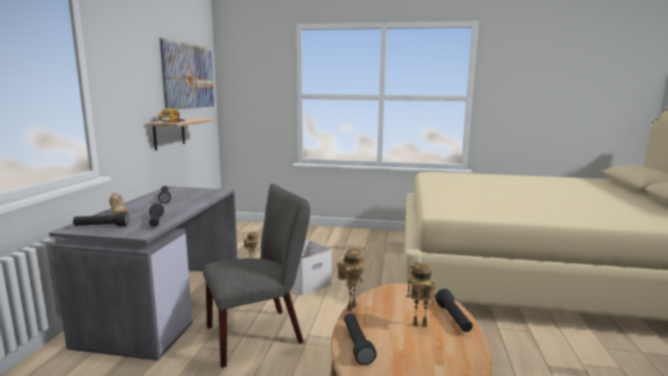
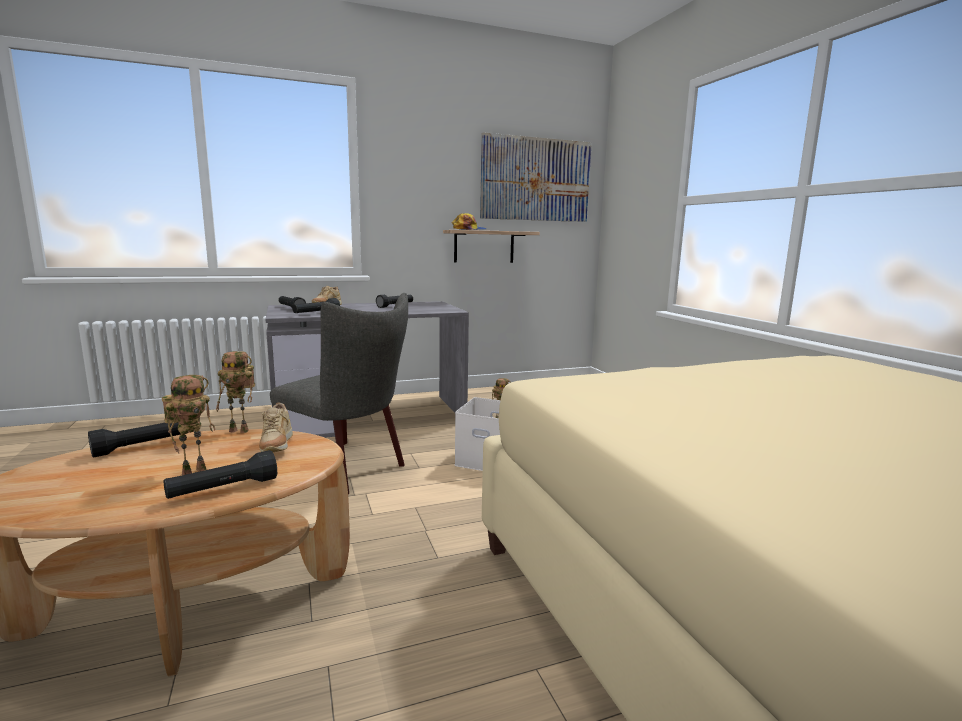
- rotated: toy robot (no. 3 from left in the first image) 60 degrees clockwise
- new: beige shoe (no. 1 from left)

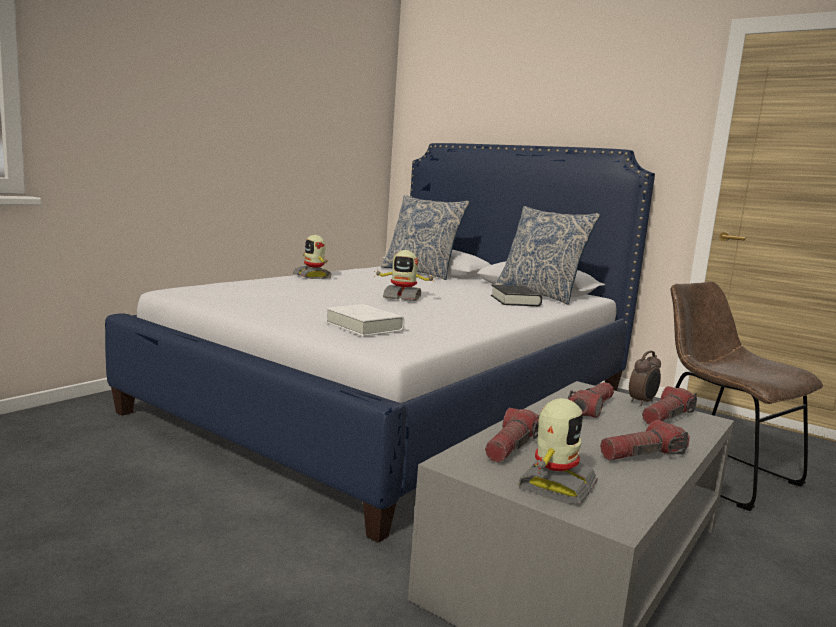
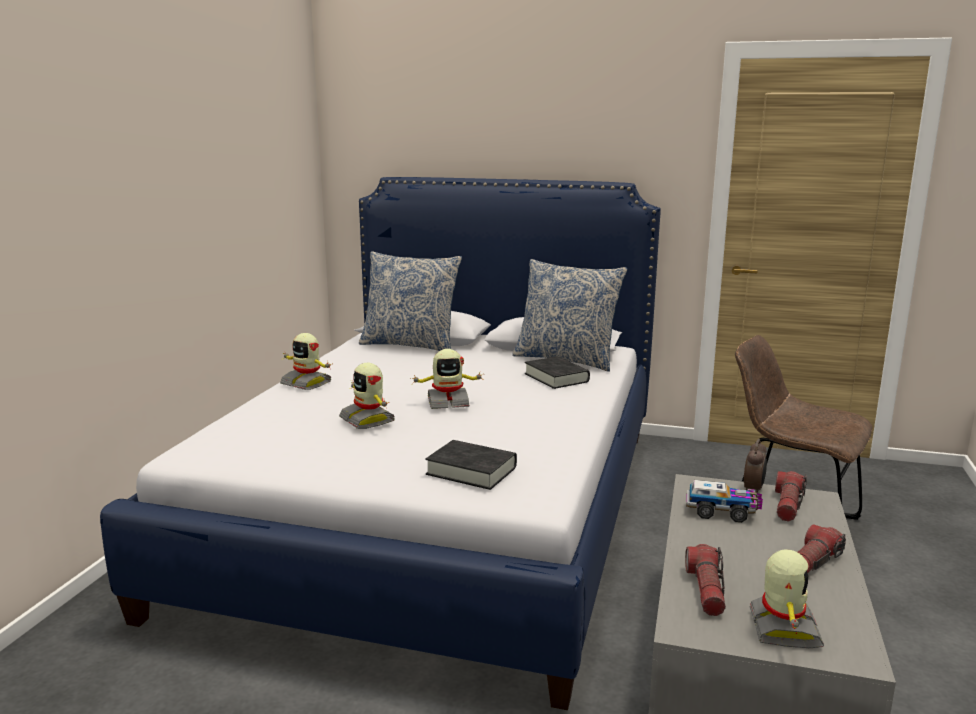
- new: toy robot (no. 2 from left)
- repainted: white book to black book (no. 1 from left)
- swapped: flashlight (no. 2 from left) to toy truck

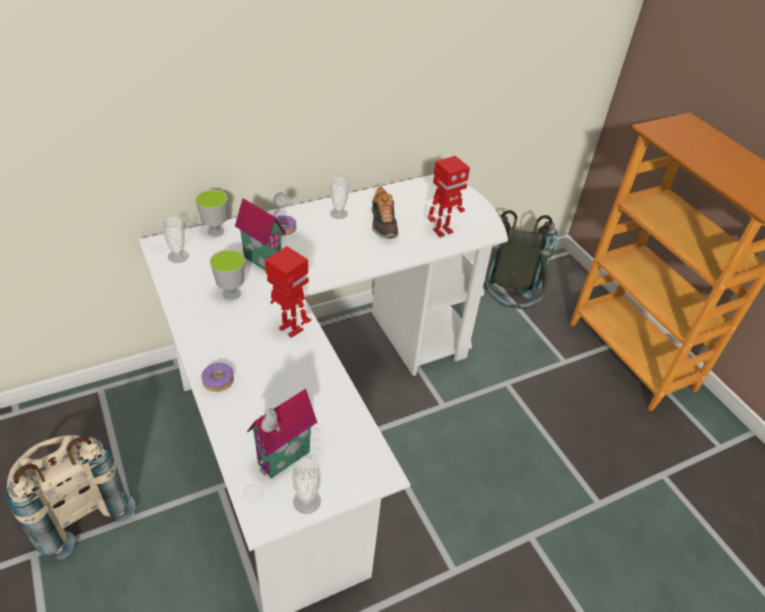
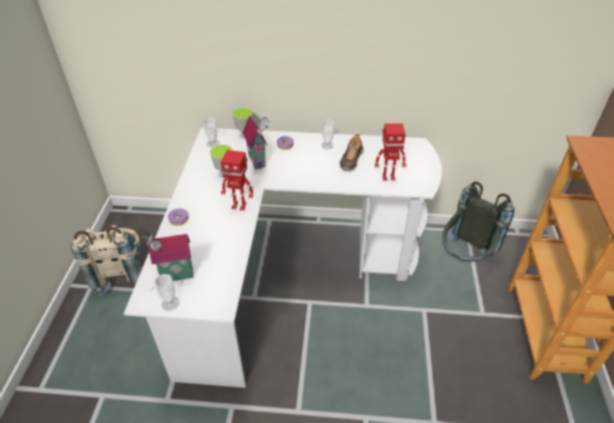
- rotated: toy robot (no. 1 from left) 120 degrees clockwise

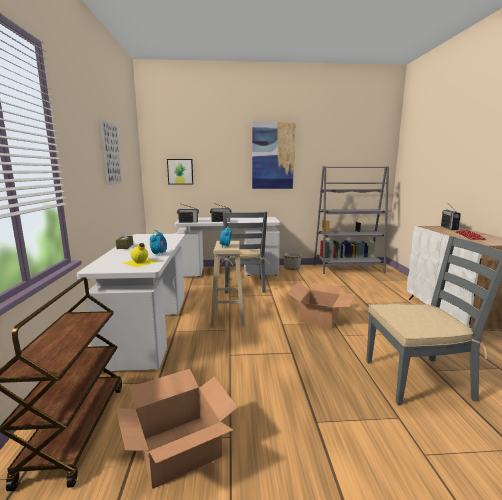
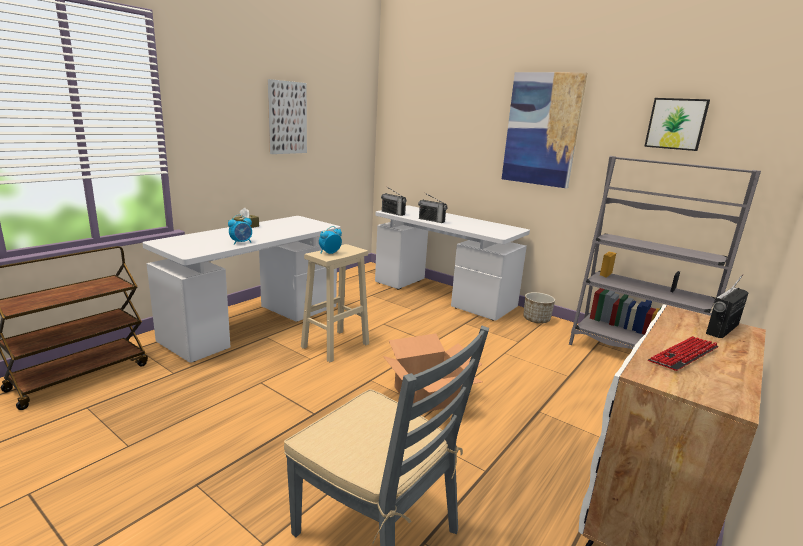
- shifted: picture (no. 2 from left in the first image) to picture (no. 3 from left)
- gone: cardboard box (no. 1 from left)
- gone: yellow bottle
- gone: grey chair (no. 1 from left)

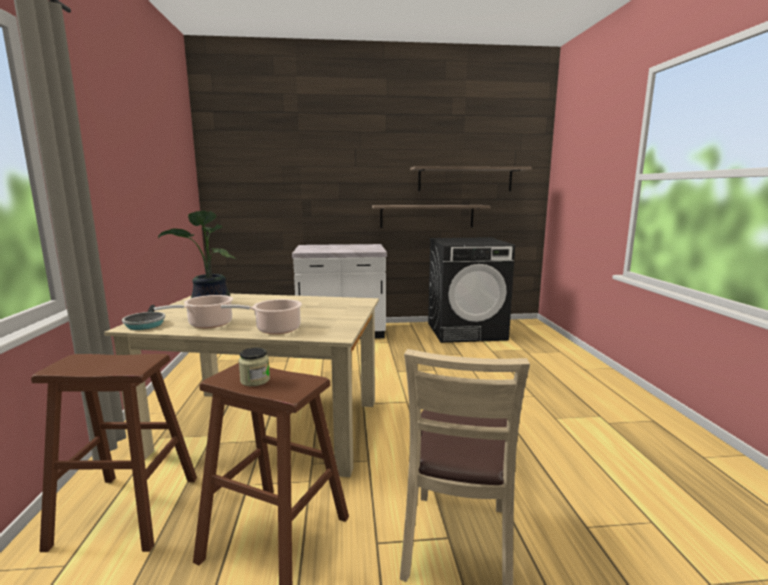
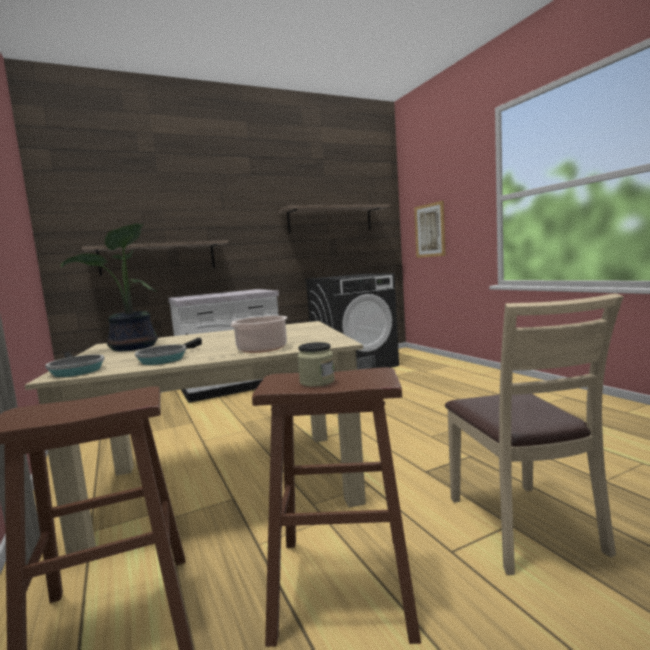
- shifted: shelf (no. 1 from left)
- swapped: cooking pot (no. 1 from left) to frying pan (no. 2 from left)
- new: picture

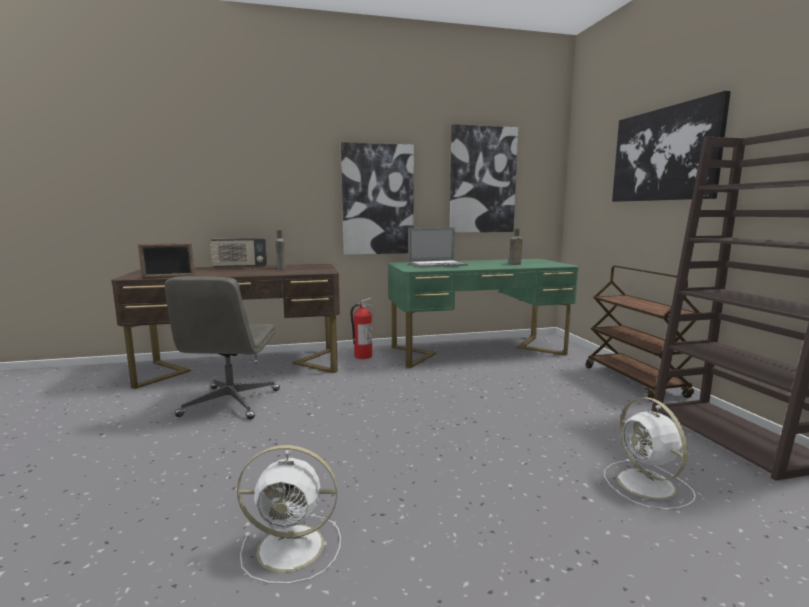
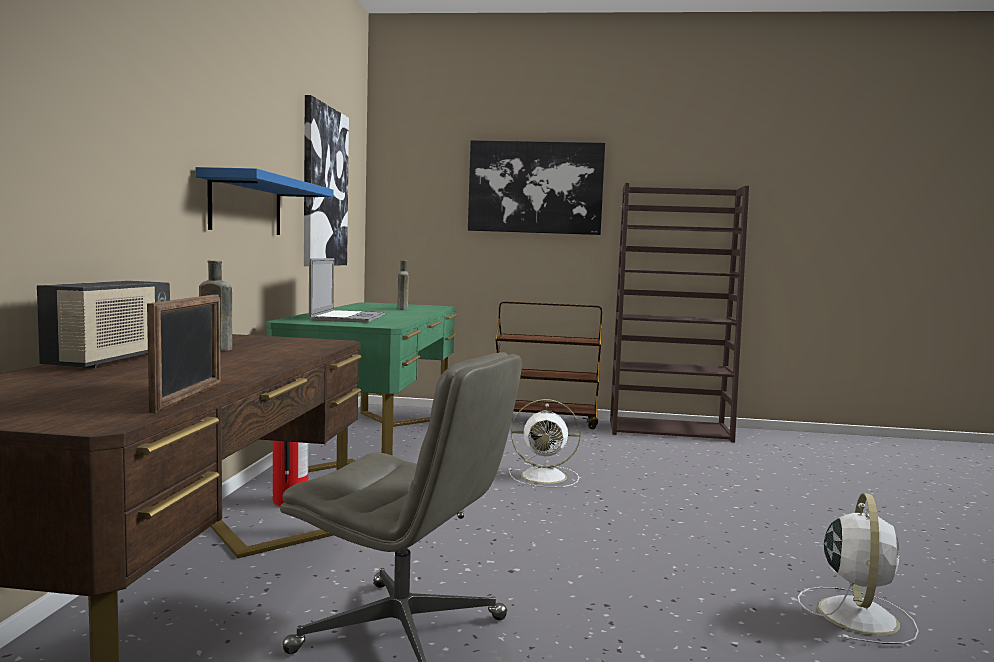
- swapped: picture (no. 1 from left) to blue shelf
- shifted: white fan (no. 2 from left in the first image) to white fan (no. 1 from left)

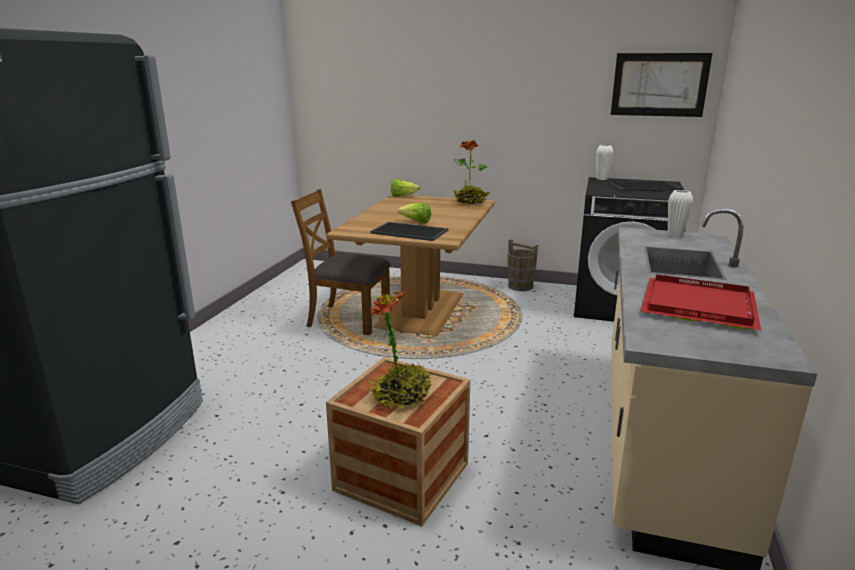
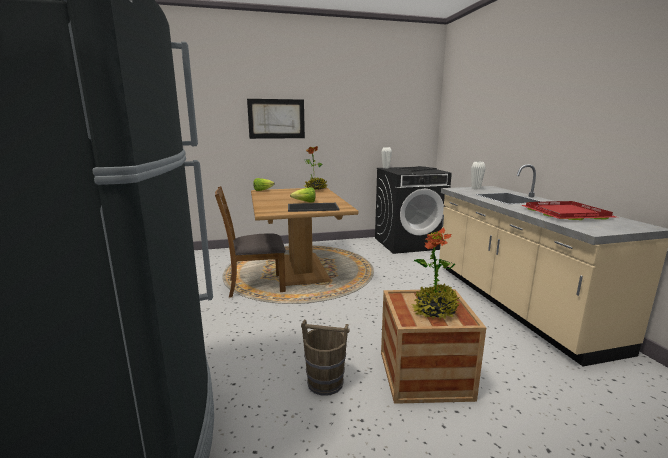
- shifted: picture
- shifted: brown bucket

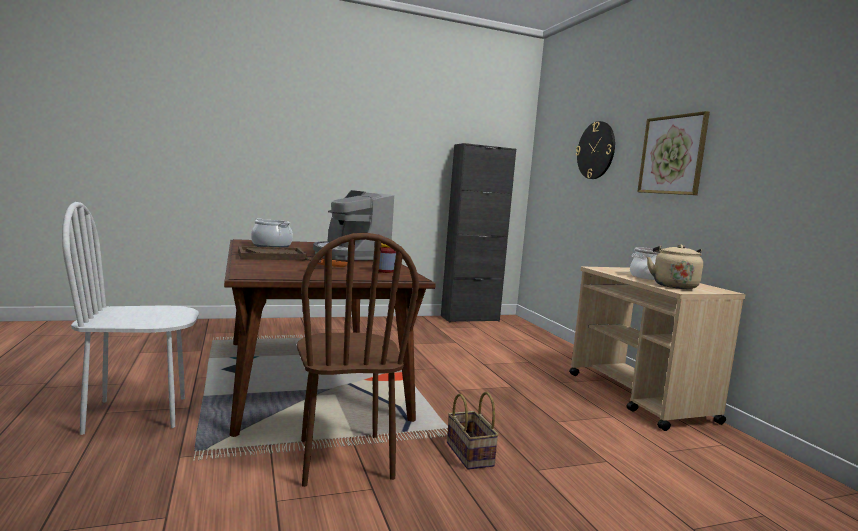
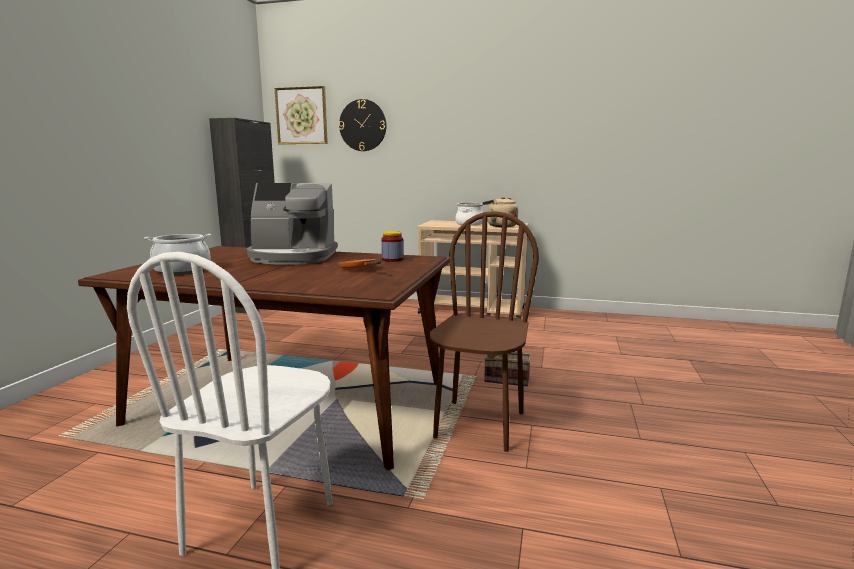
- shifted: picture
- rotated: brown chair 90 degrees counterclockwise
- gone: brown tray

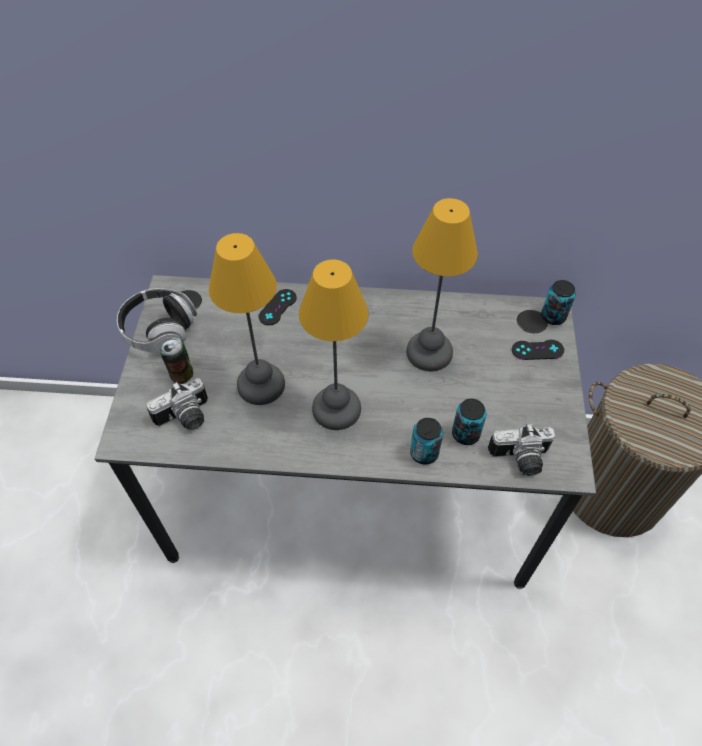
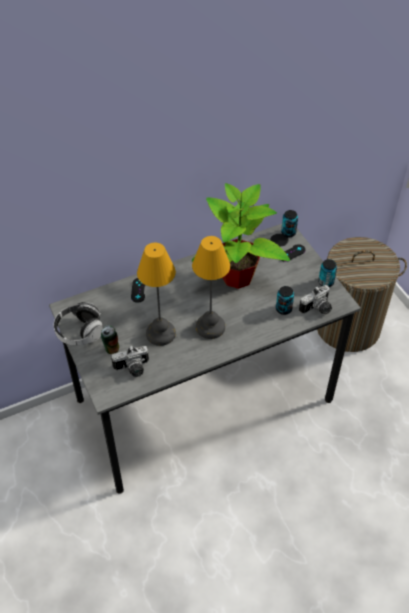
- rotated: photo camera (no. 1 from left) 45 degrees clockwise
- swapped: table lamp (no. 3 from left) to potted plant
- shifted: can (no. 2 from left in the first image) to can (no. 4 from left)

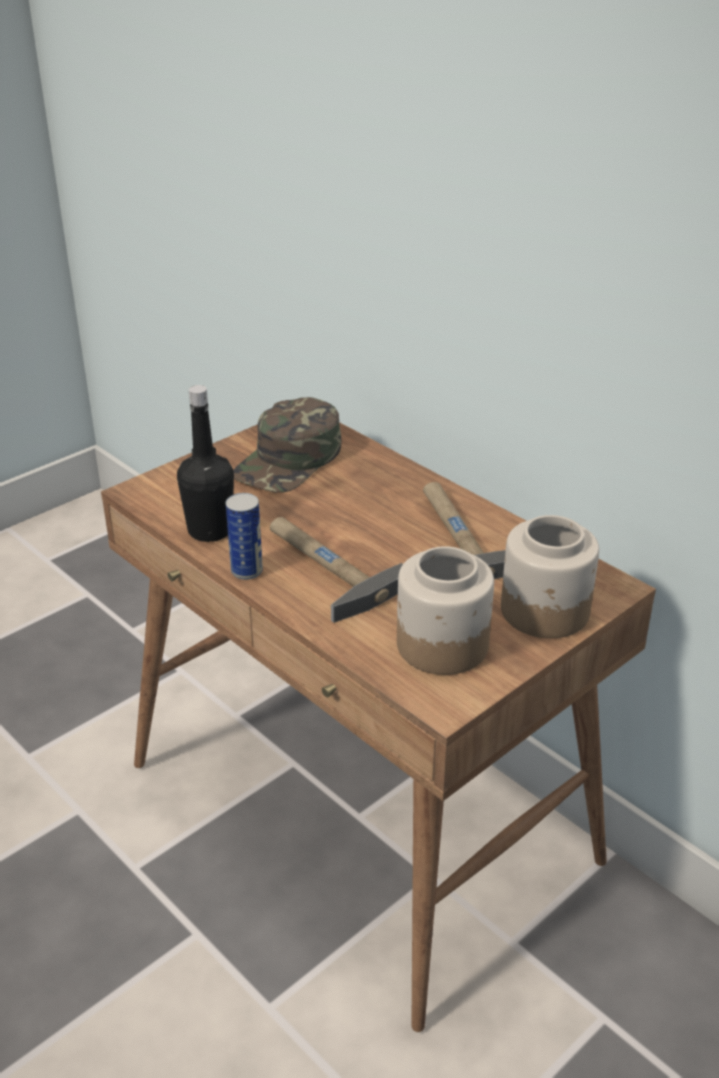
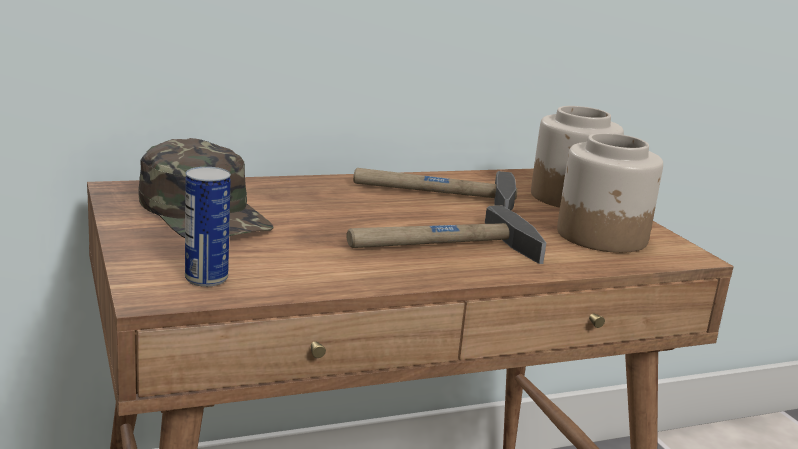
- shifted: can
- gone: black bottle

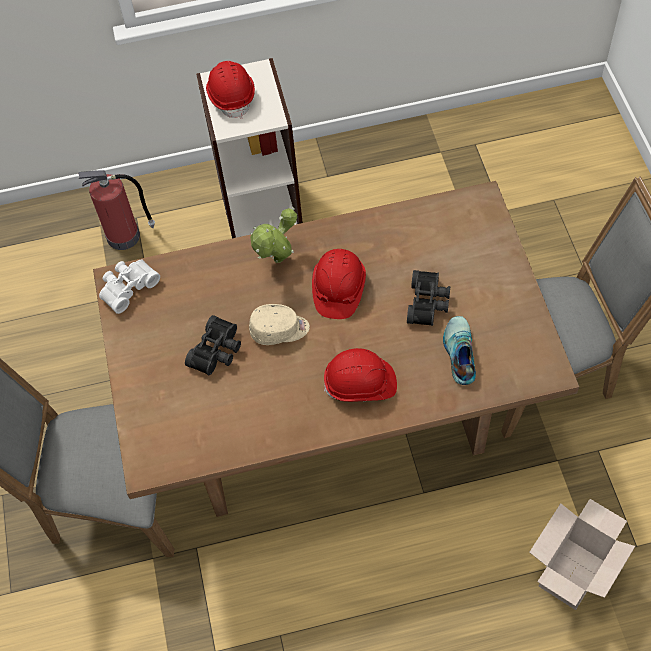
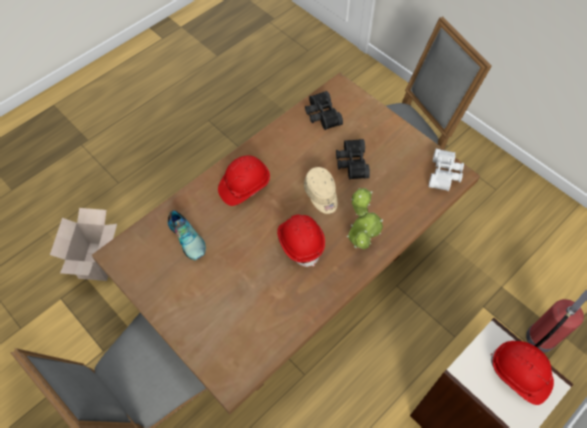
- rotated: beige cap 75 degrees counterclockwise
- shifted: black binoculars (no. 2 from left in the first image) to black binoculars (no. 1 from left)

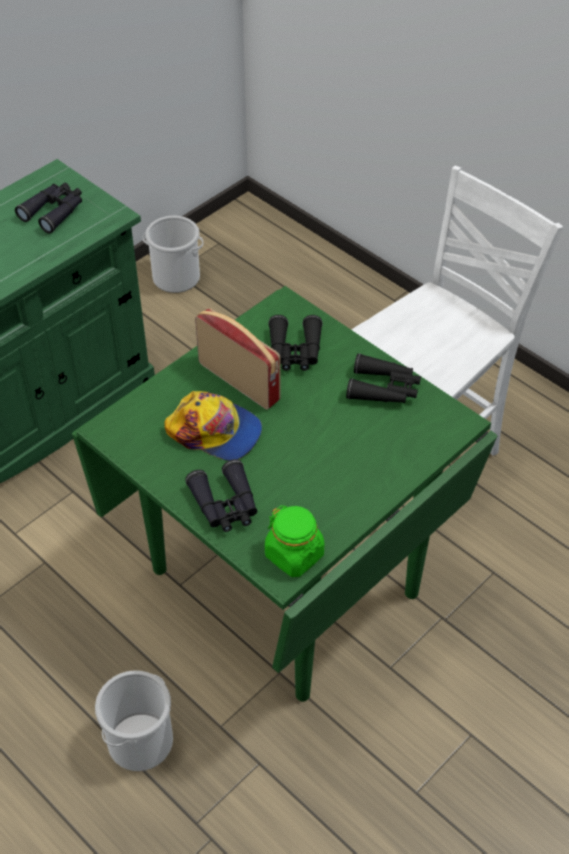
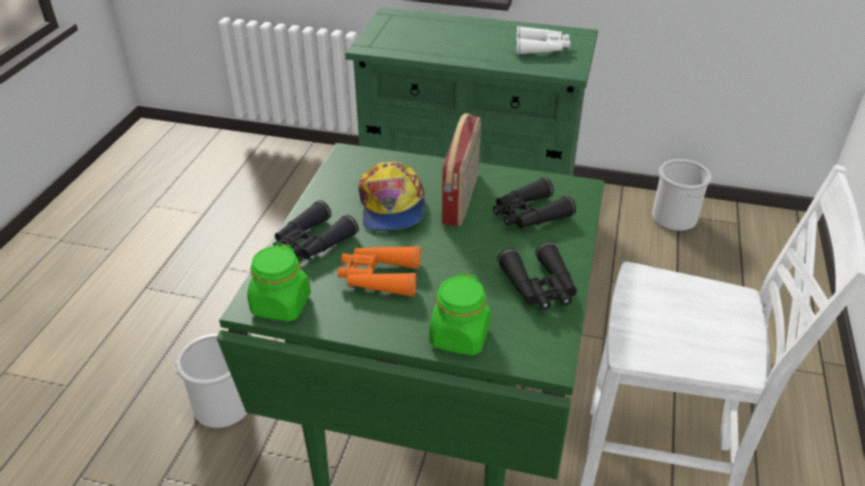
- new: orange binoculars
- new: green jar (no. 2 from left)
- repainted: black binoculars (no. 1 from left) to white binoculars

